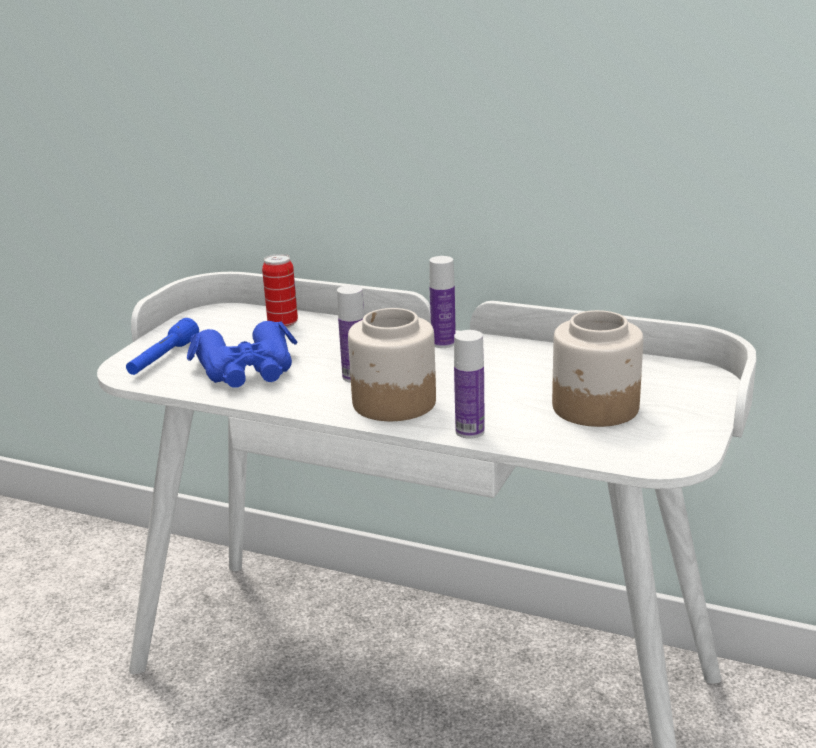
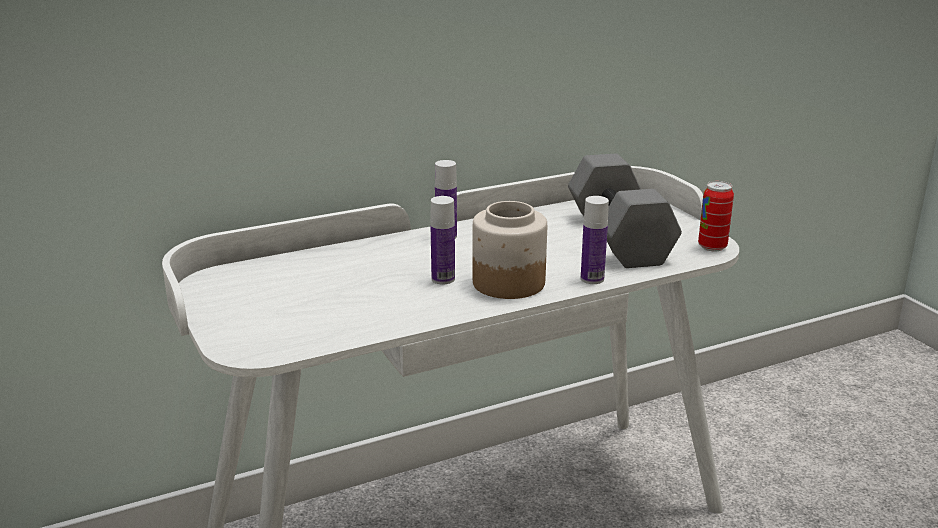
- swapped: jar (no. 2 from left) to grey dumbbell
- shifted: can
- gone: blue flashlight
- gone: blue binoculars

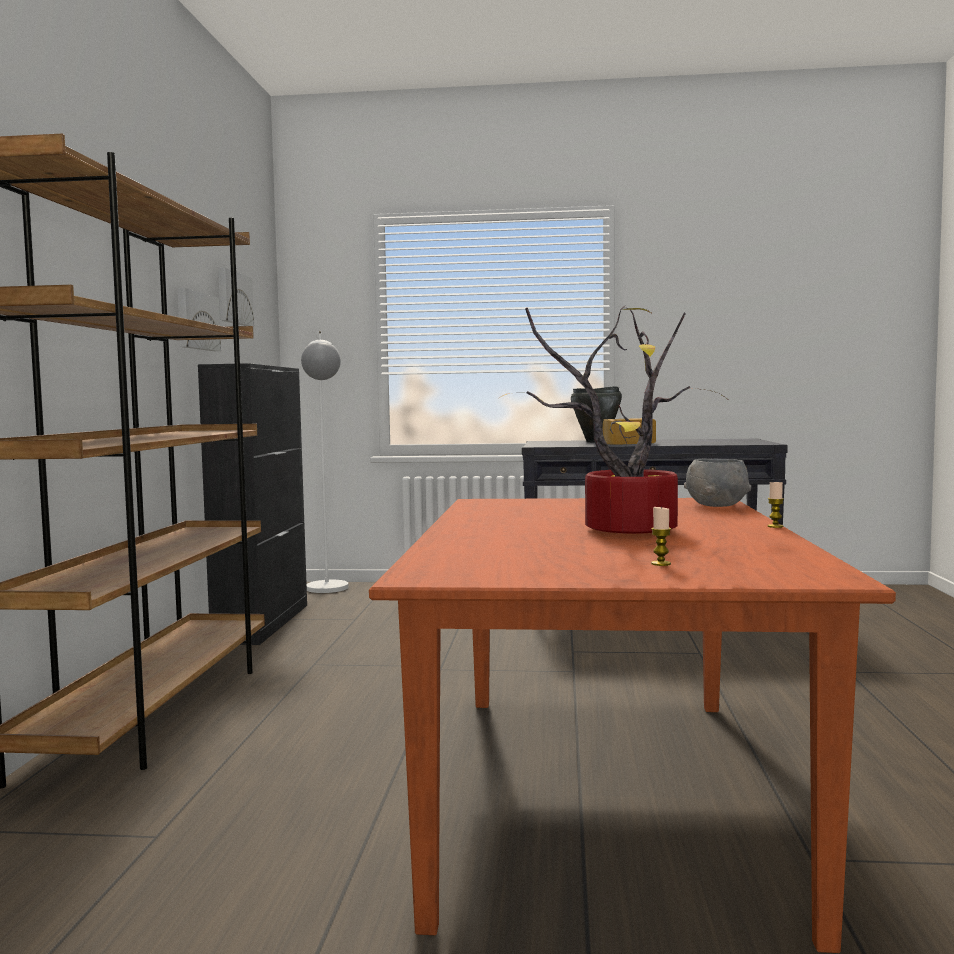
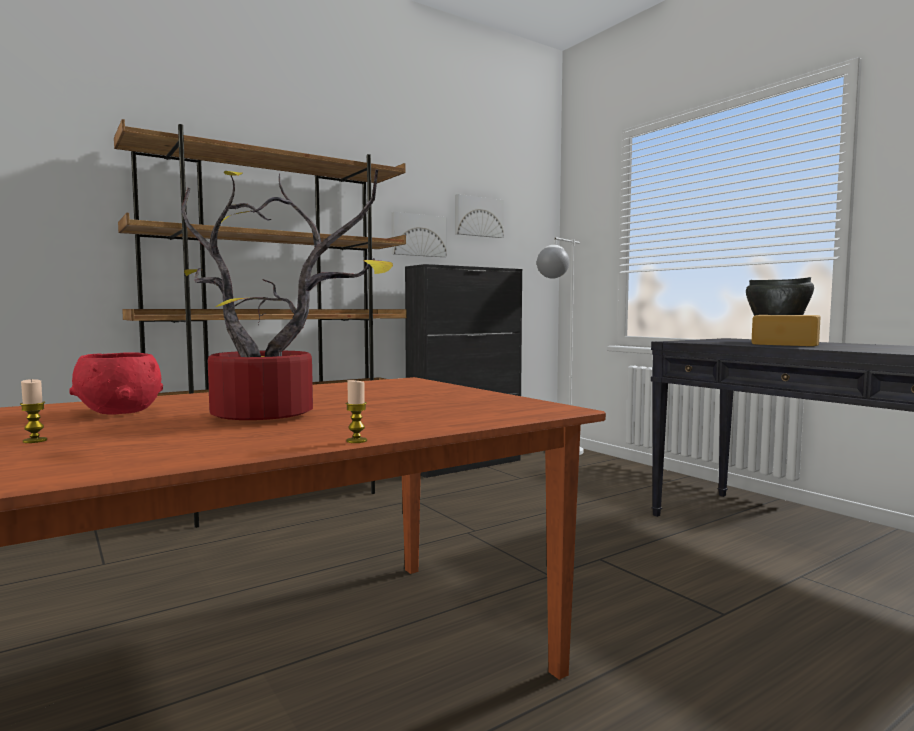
- new: red bowl
- gone: grey bowl

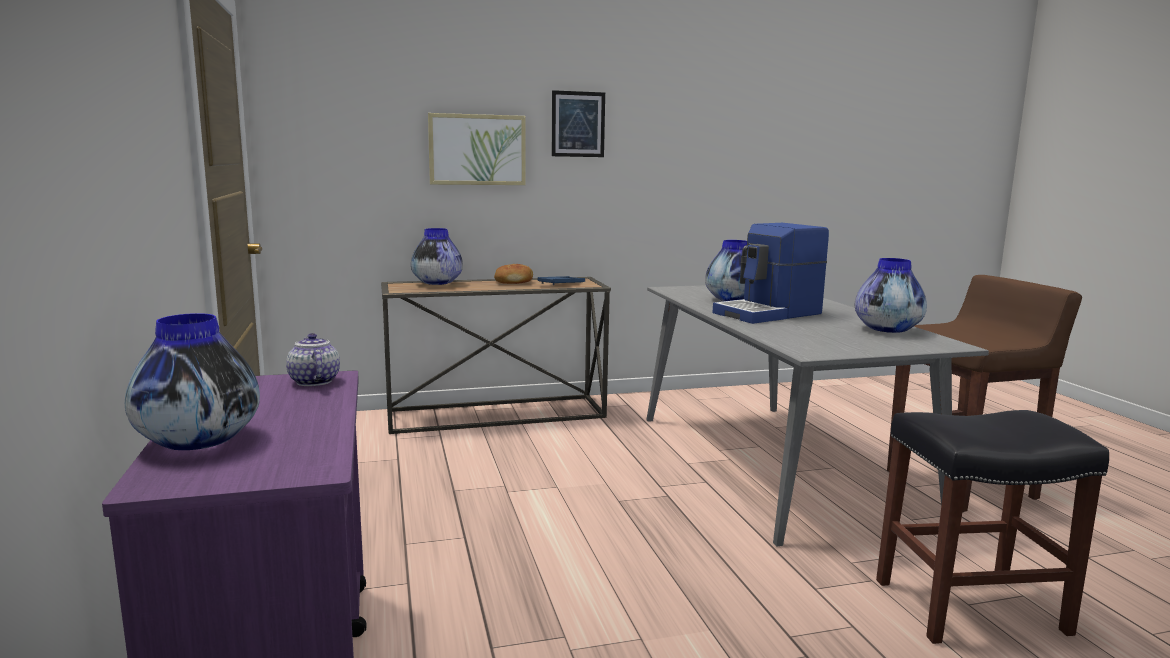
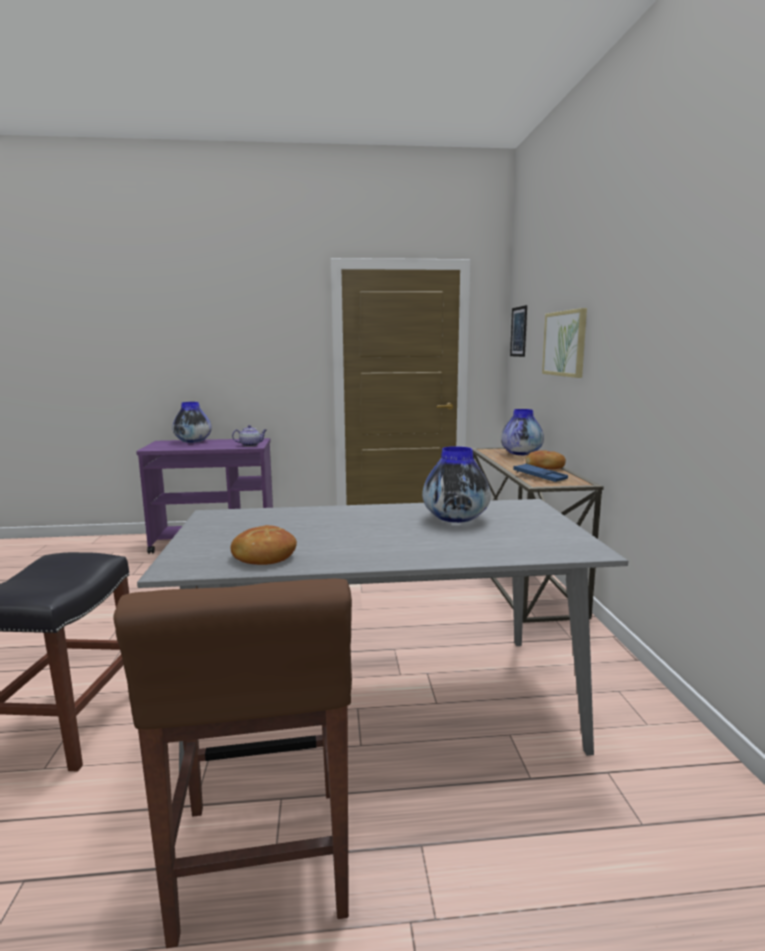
- swapped: vase (no. 4 from left) to bread (no. 1 from left)
- shifted: picture (no. 2 from left in the first image) to picture (no. 1 from left)
- gone: coffee machine

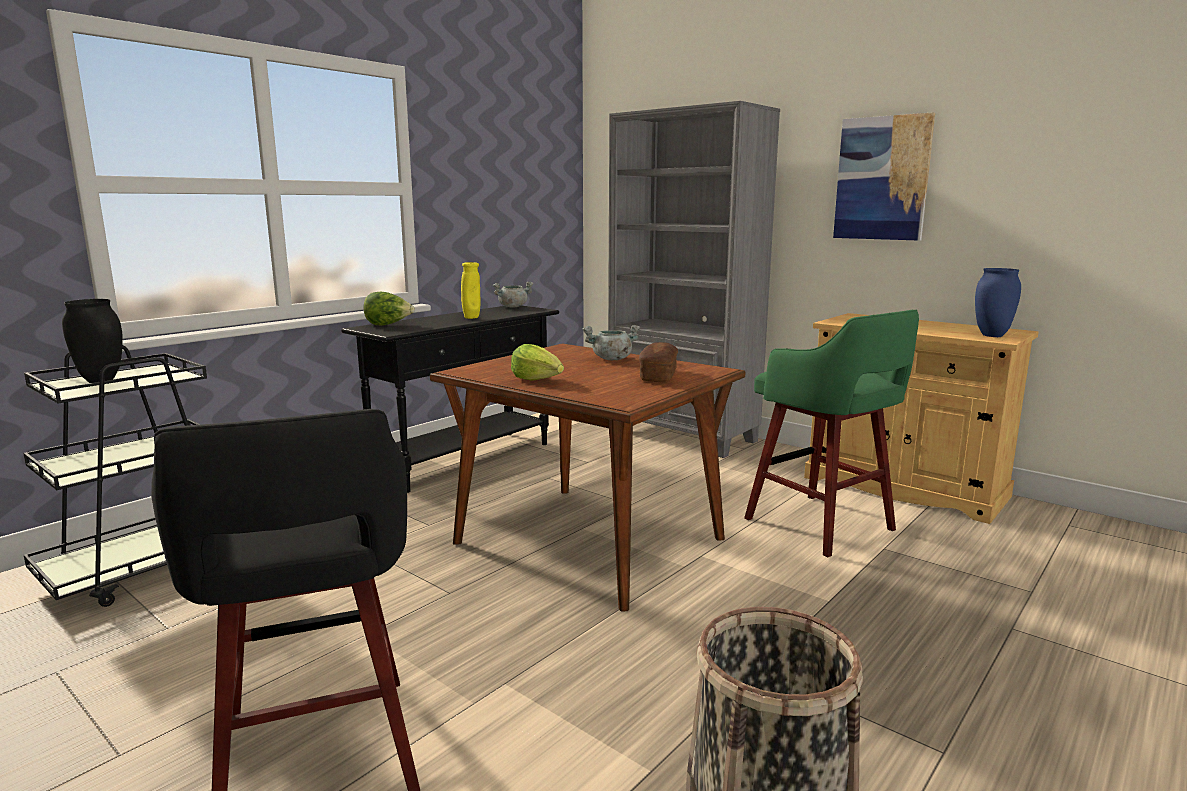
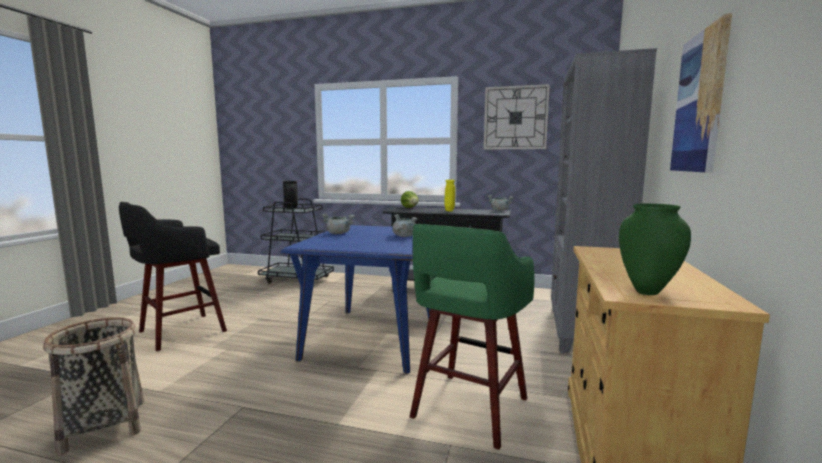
- repainted: brown dining table to blue dining table
- swapped: lettuce (no. 2 from left) to grey cooking pot (no. 1 from left)
- new: wall clock
- repainted: blue vase to green vase
- gone: bread

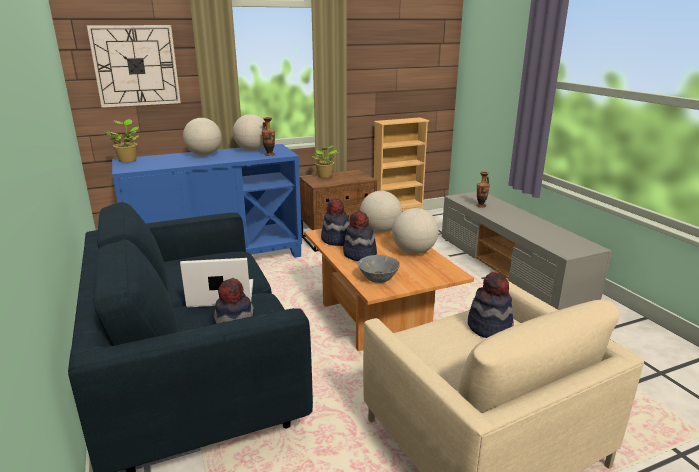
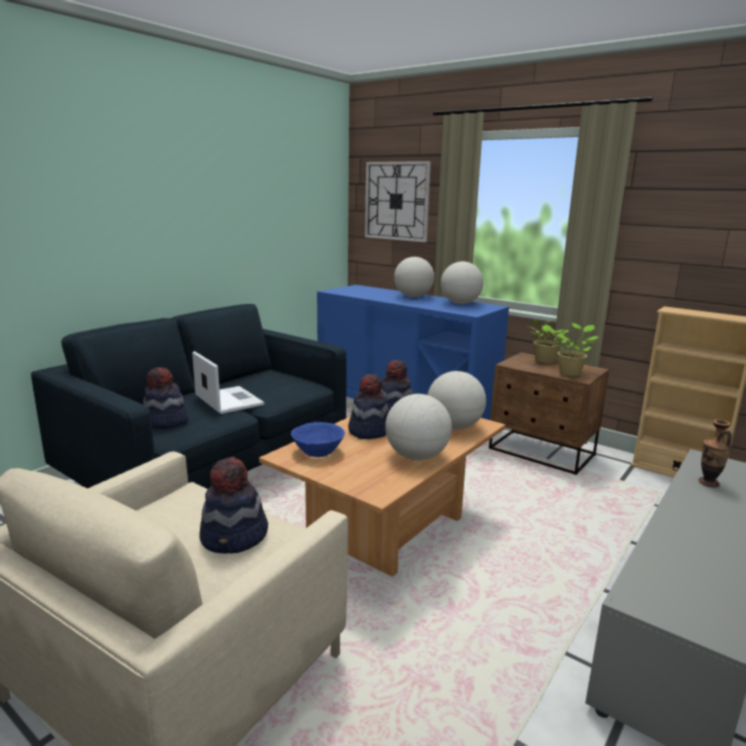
- repainted: grey bowl to blue bowl
- shifted: potted plant (no. 1 from left in the first image) to potted plant (no. 2 from left)
- gone: vase (no. 1 from left)

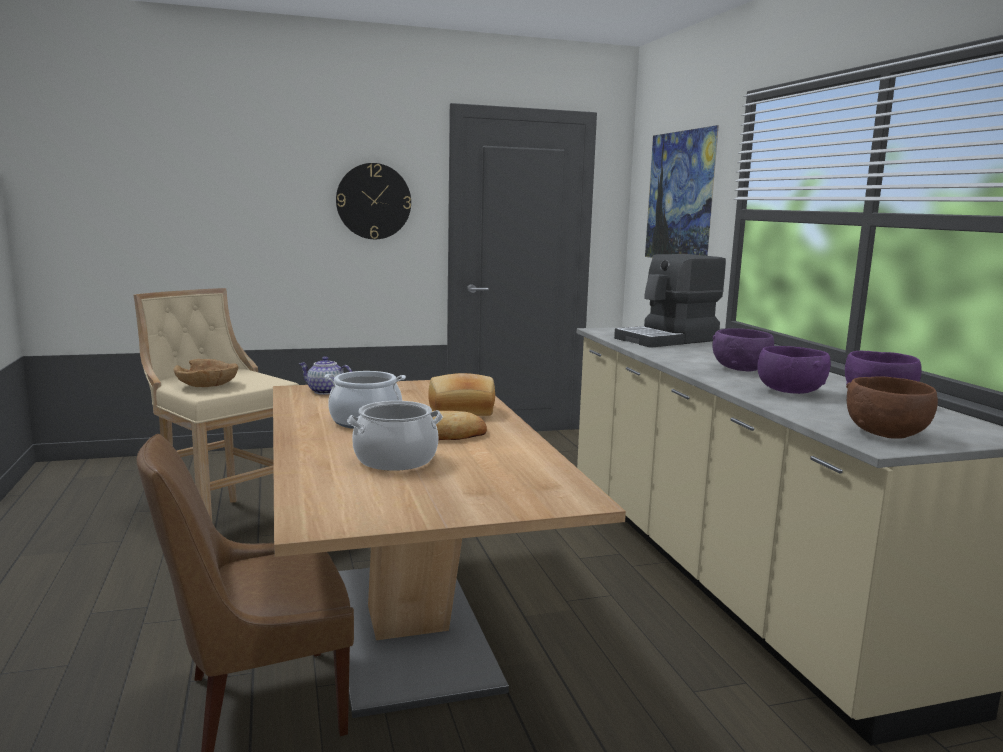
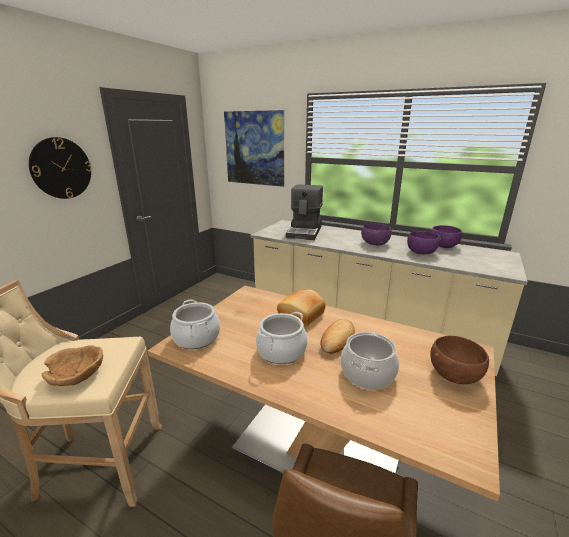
- swapped: teapot to cooking pot (no. 1 from left)
- shifted: brown bowl (no. 2 from left)

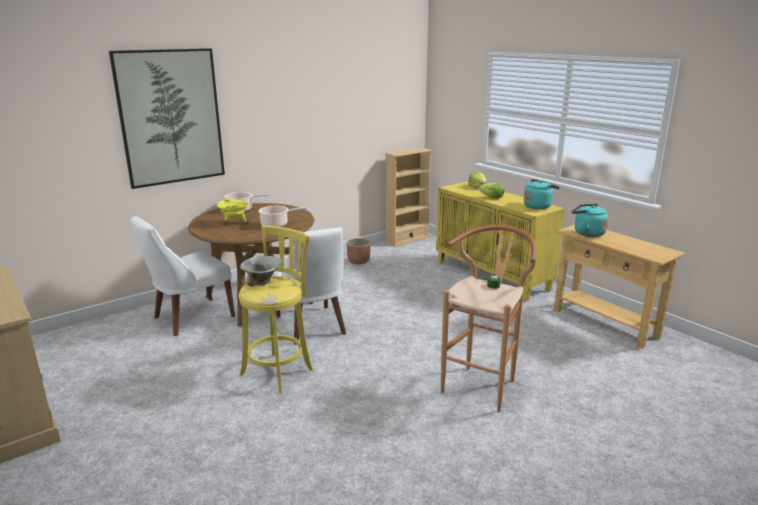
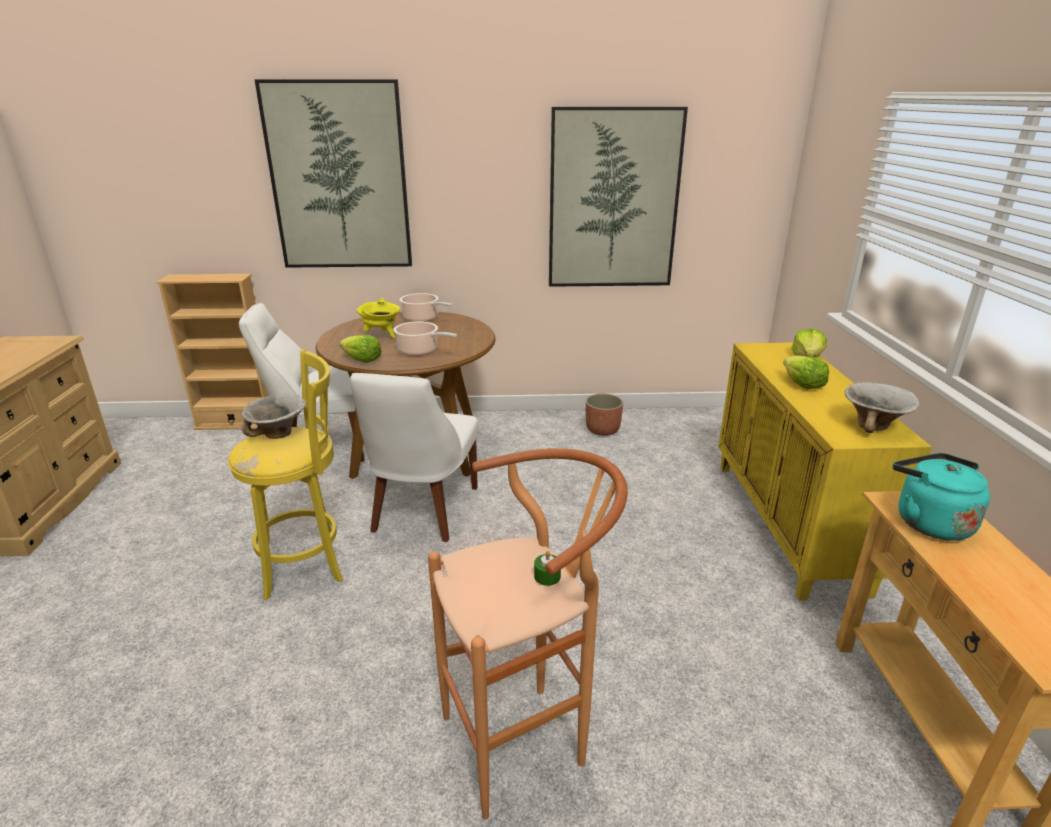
- shifted: beige bookcase
- new: lettuce (no. 1 from left)
- new: picture (no. 2 from left)
- swapped: turquoise kettle (no. 1 from left) to bowl (no. 2 from left)

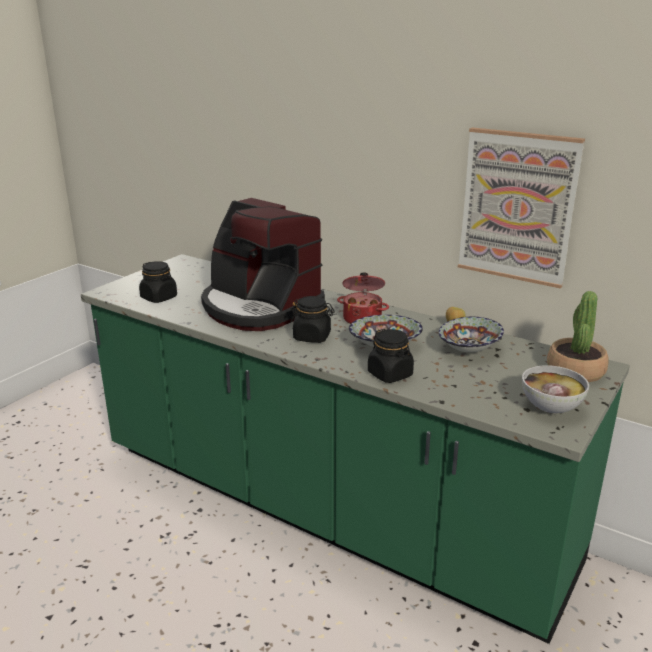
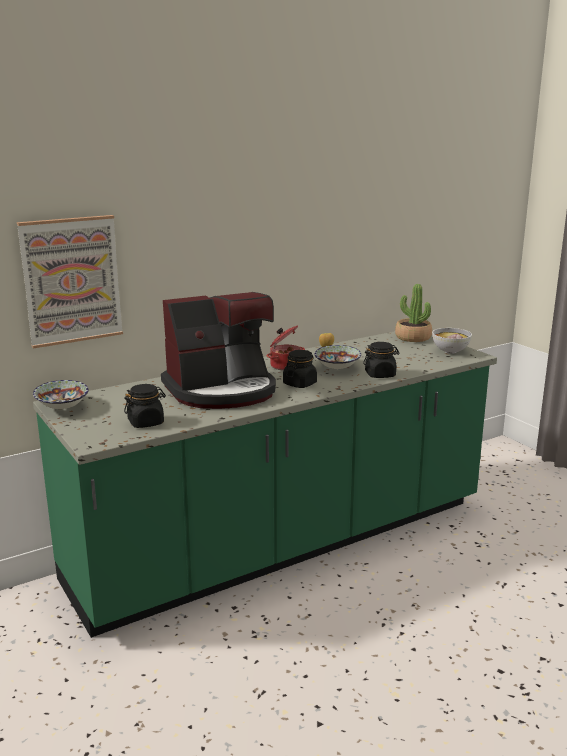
- shifted: picture
- shifted: bowl (no. 2 from left in the first image) to bowl (no. 1 from left)

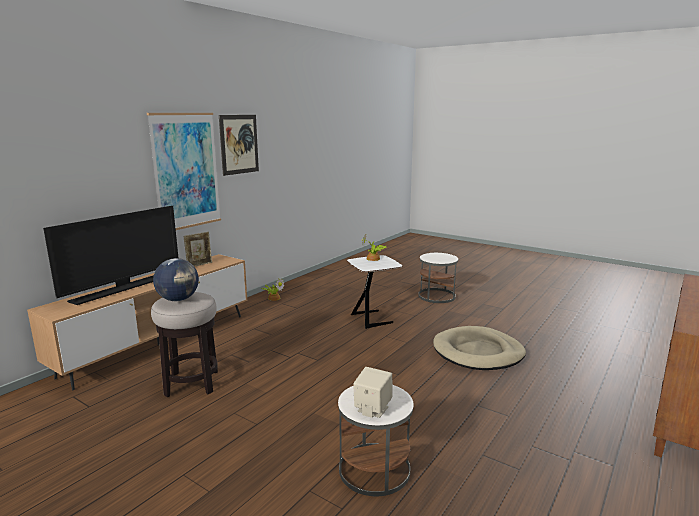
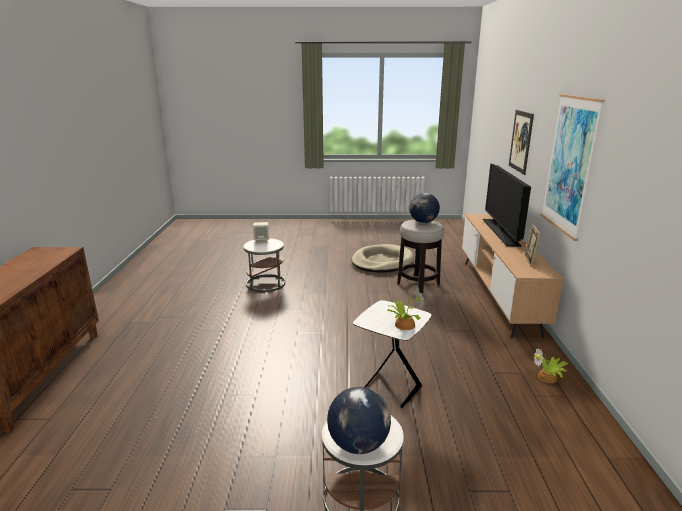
- new: globe (no. 1 from left)
- shifted: beige dog bed
- shifted: picture (no. 2 from left in the first image) to picture (no. 1 from left)

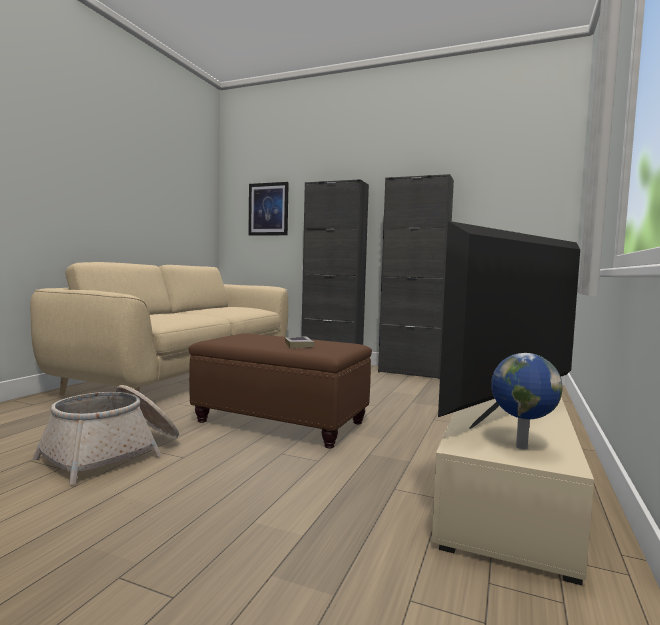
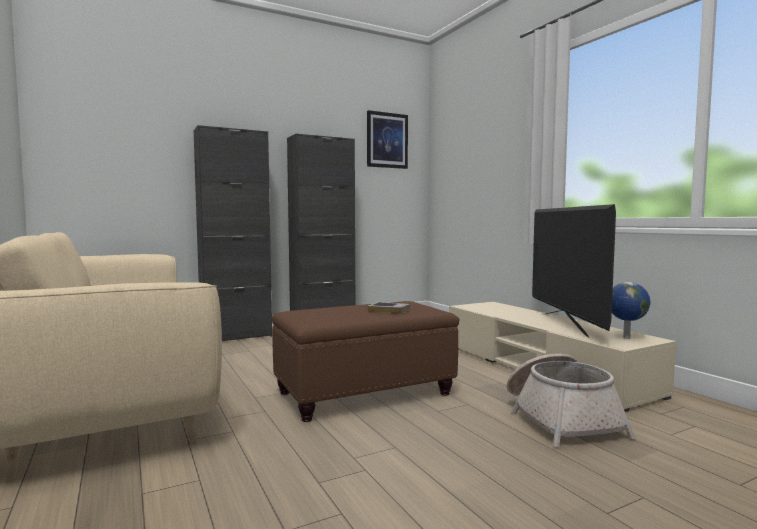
- shifted: picture
- shifted: basket

